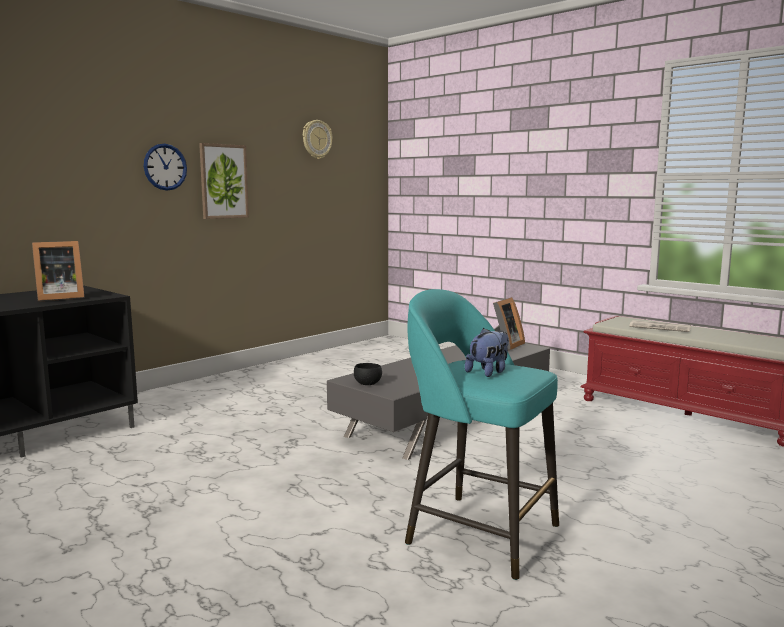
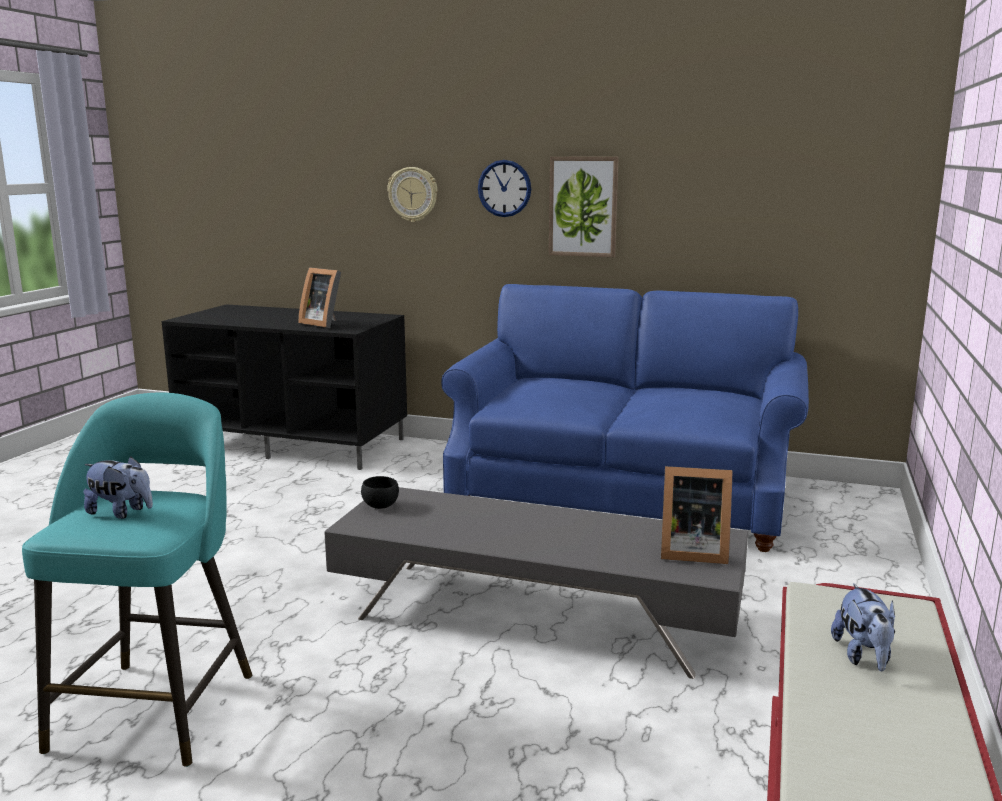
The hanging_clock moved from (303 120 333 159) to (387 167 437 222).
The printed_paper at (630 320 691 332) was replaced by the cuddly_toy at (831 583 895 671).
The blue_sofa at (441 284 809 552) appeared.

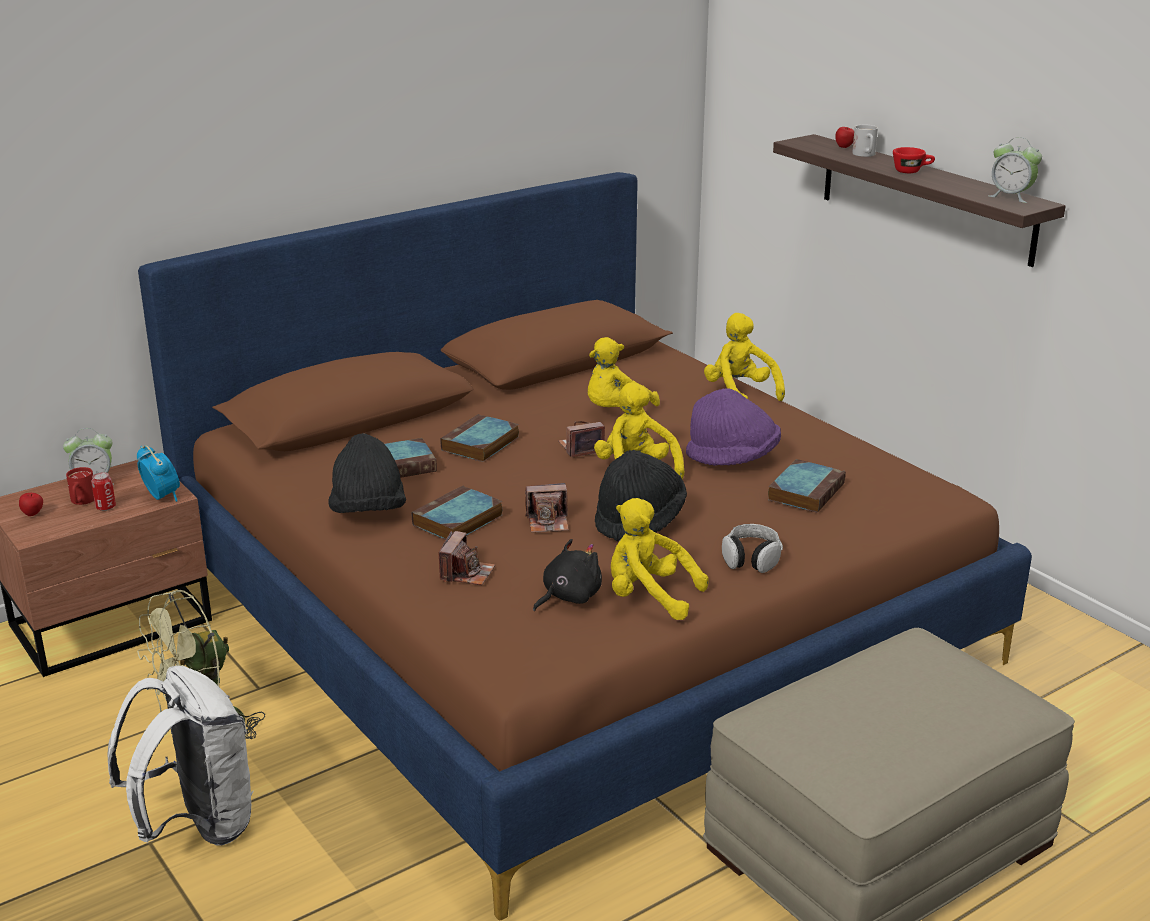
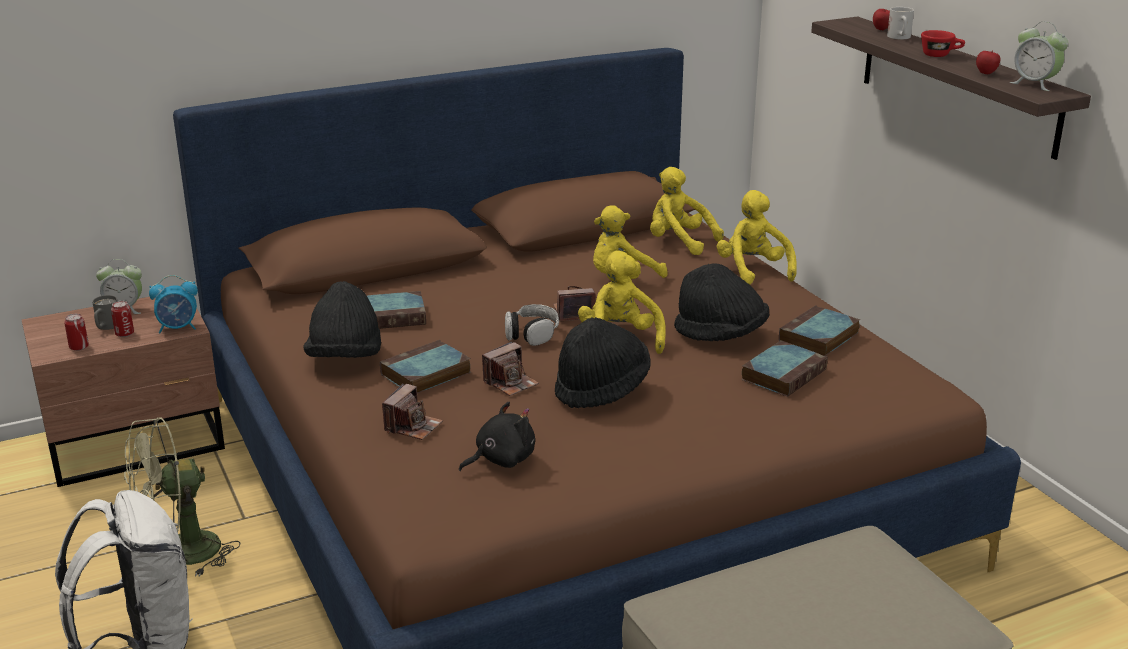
The whole_apple moved from (19 493 43 516) to (976 50 1000 75).
The red_tea_mug at (66 467 94 505) became the gray_tea_mug at (92 295 117 330).
The alarm_clock at (137 445 180 502) turned 105 degrees clockwise.
The bound_book moved from (440 414 519 462) to (779 305 860 356).
The still_camera at (525 483 569 533) turned 45 degrees counterclockwise.
The yellow-coloured_cuddly_toy moved from (611 498 708 620) to (650 167 724 255).
The purplish_clothing_hat at (686 388 781 466) became the black-coloured_clothing_hat at (674 263 769 341).
The headset moved from (722 524 783 573) to (505 304 559 346).
The can at (64 314 89 351) appeared.

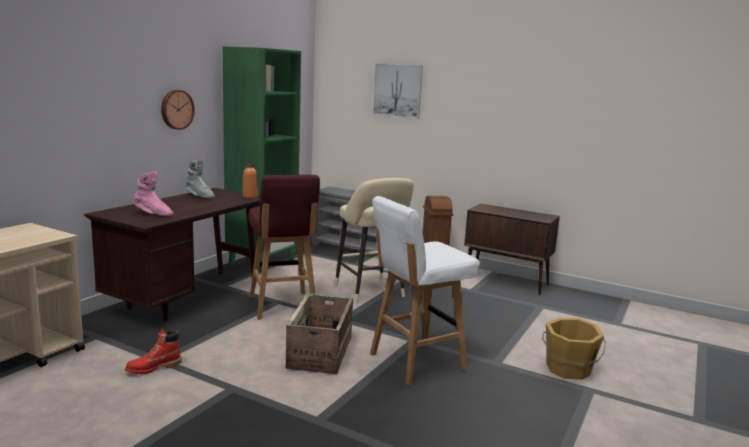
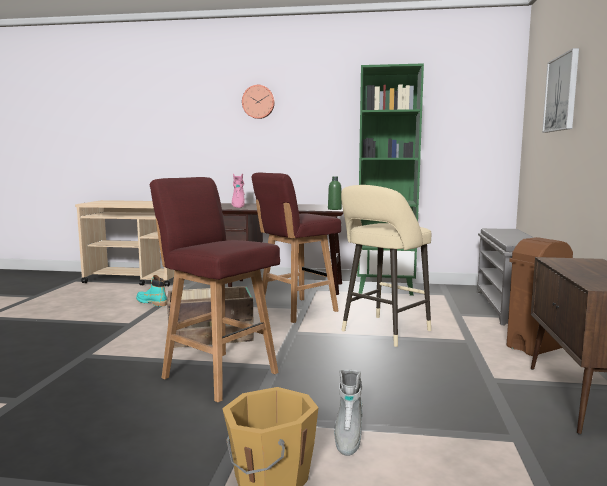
The red_tall_boot at (125 328 182 374) became the turquoise_tall_boot at (136 275 167 306).
The hanging_clock moved from (161 90 195 130) to (242 85 275 119).
The gray_tall_boot moved from (185 159 215 199) to (334 370 363 456).
The orange_beverage_bottle at (243 163 258 198) became the green_beverage_bottle at (328 177 342 210).
The white-coloured_stool_seat at (370 196 480 386) became the red_stool_seat at (150 177 280 402).

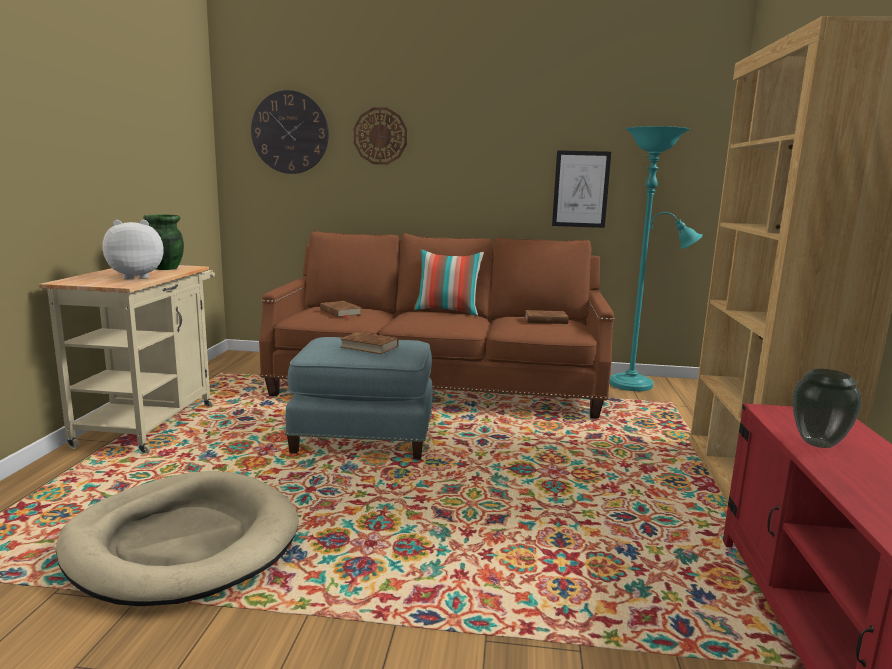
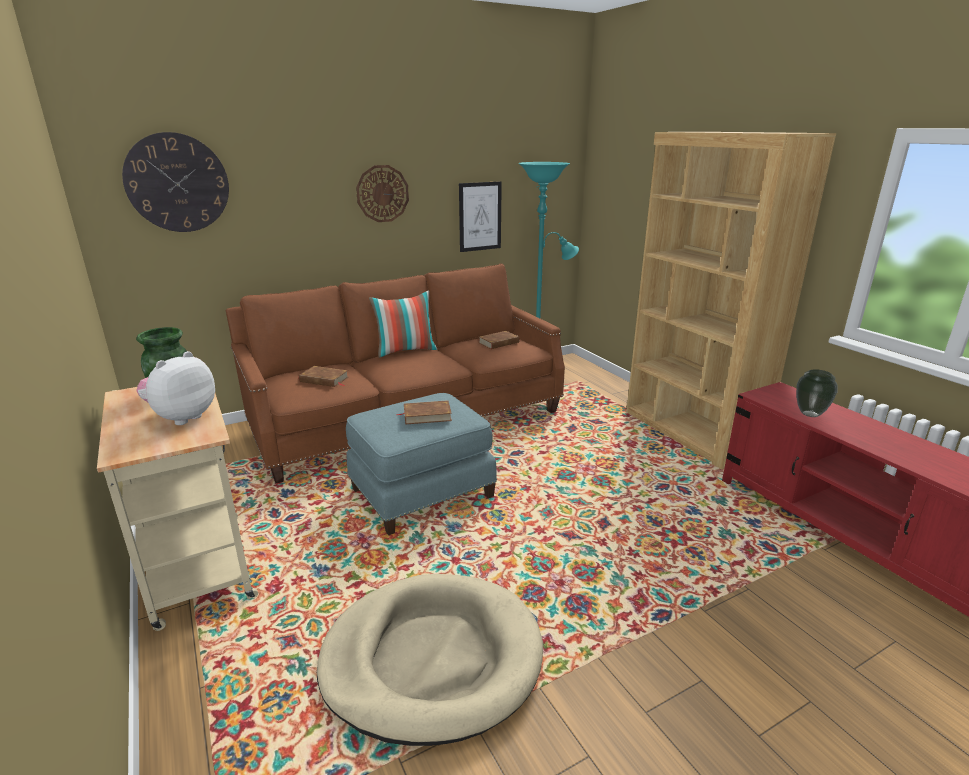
The hanging_clock moved from (354 107 407 165) to (356 165 409 222).

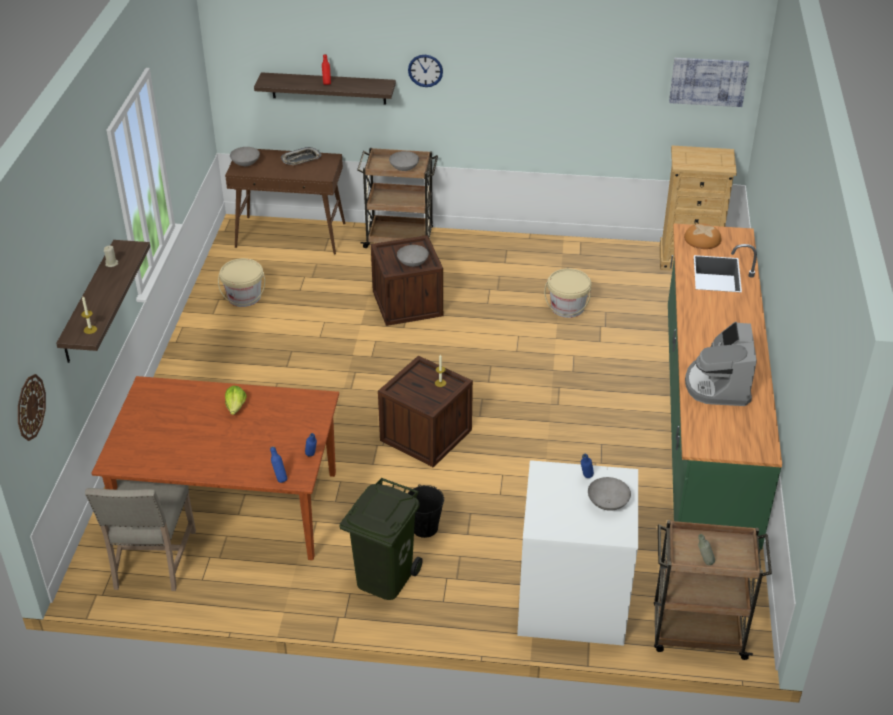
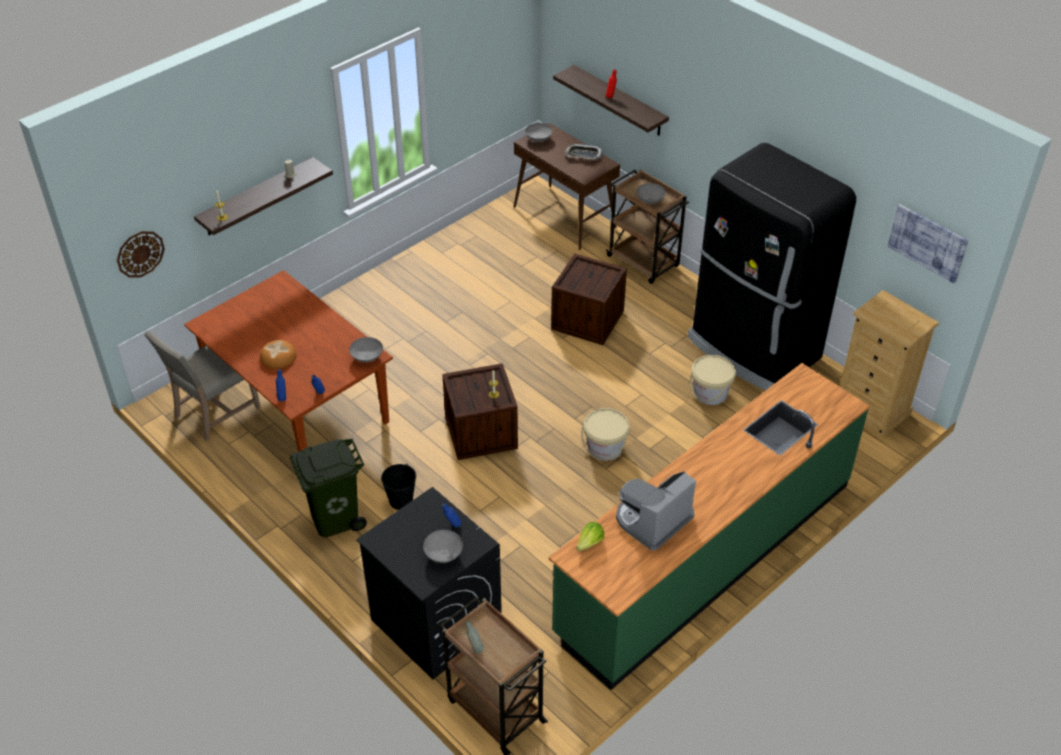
The sand-coloured_pail moved from (218 258 265 307) to (581 408 630 461).
The lettuce moved from (225 386 247 415) to (576 522 604 551).
The gray_bowl moved from (397 245 429 267) to (349 337 383 362).
The hanging_clock at (408 55 443 87) disappeared.
The white-coloured_laundry_appliance at (517 460 638 646) became the black-coloured_laundry_appliance at (356 487 502 680).
The bread moved from (684 223 721 249) to (260 340 297 369).
The black-coloured_fridge at (688 143 856 390) appeared.

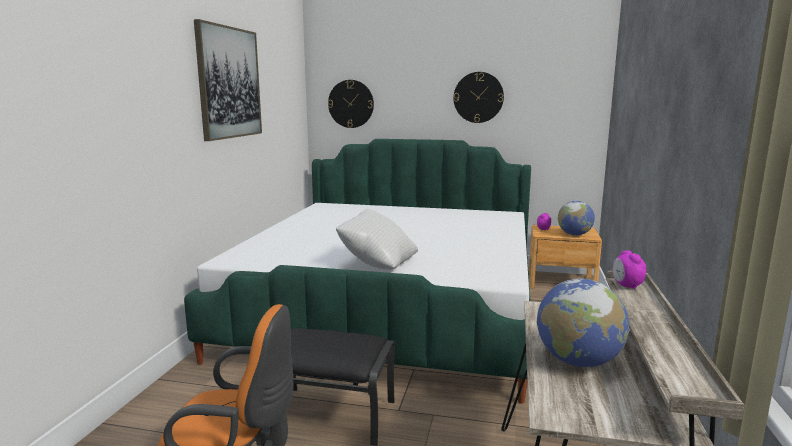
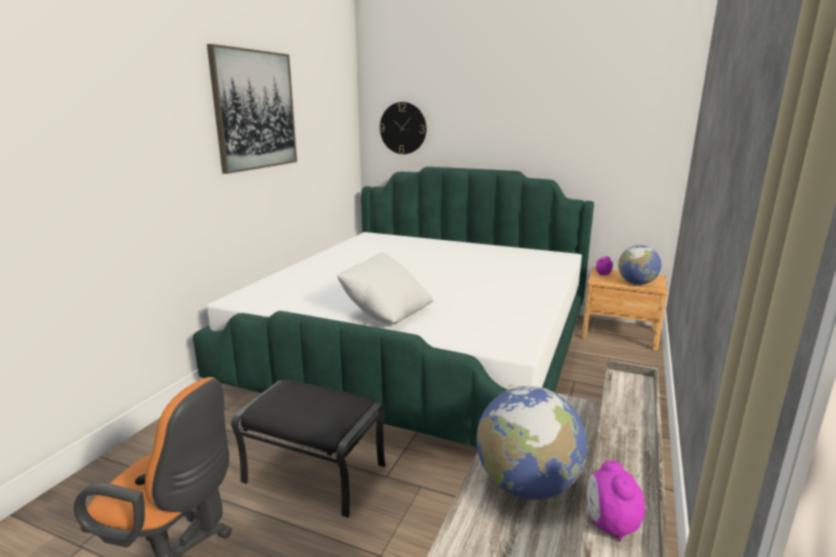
The hanging_clock at (453 72 504 123) disappeared.
The alarm_clock moved from (613 251 646 290) to (587 461 645 541).

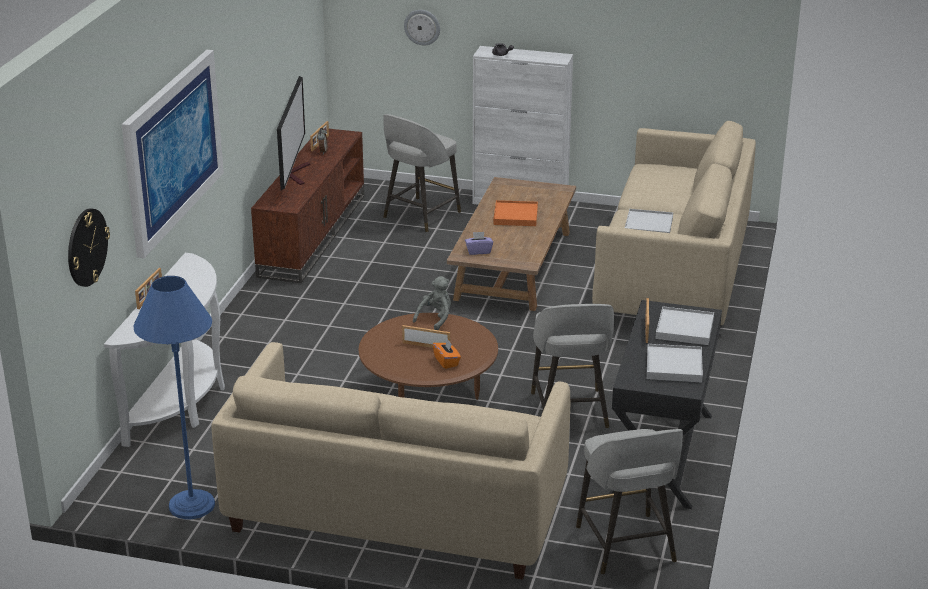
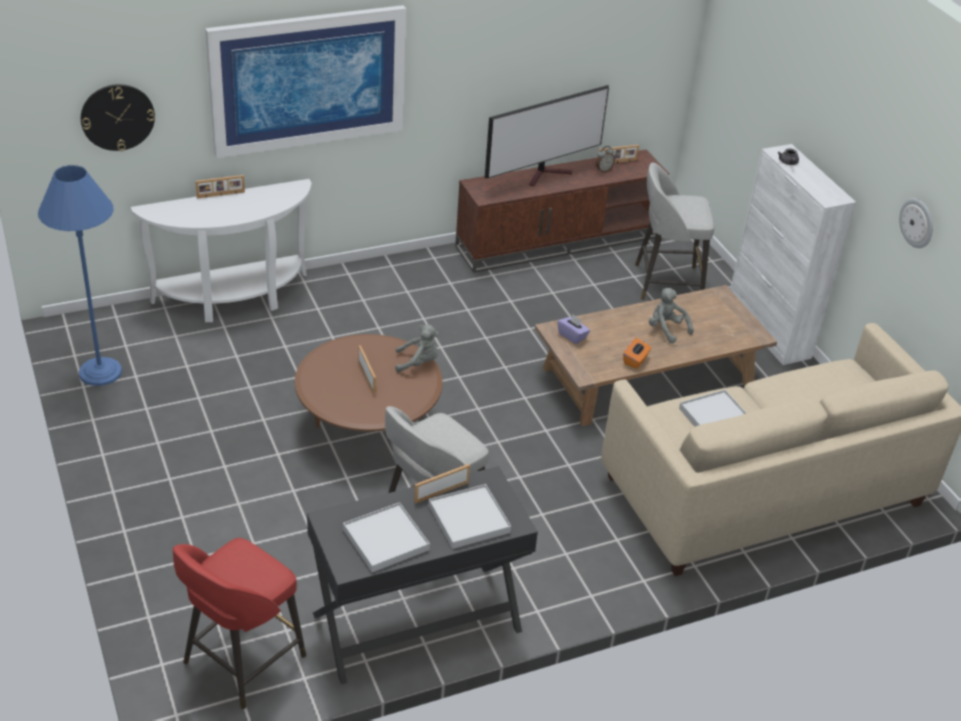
The sand-coloured_sofa at (211 342 570 580) disappeared.
The hanging_clock moved from (404 10 440 45) to (899 198 933 248).
The orange_tissue_box moved from (433 339 461 369) to (623 338 651 369).
The orange_serving_tray at (493 200 538 226) was replaced by the gray_cuddly_toy at (649 288 694 344).
The gray_stool_seat at (576 429 683 575) became the red_stool_seat at (173 538 306 709).

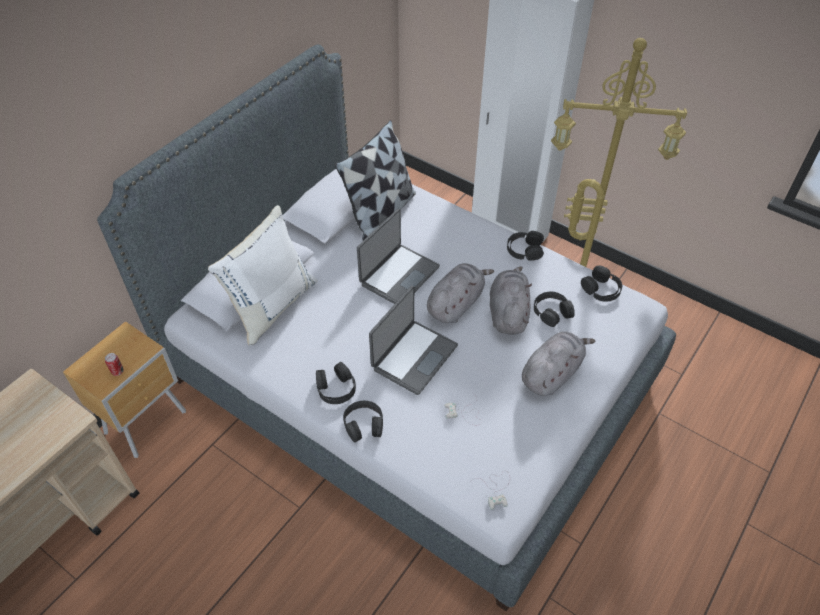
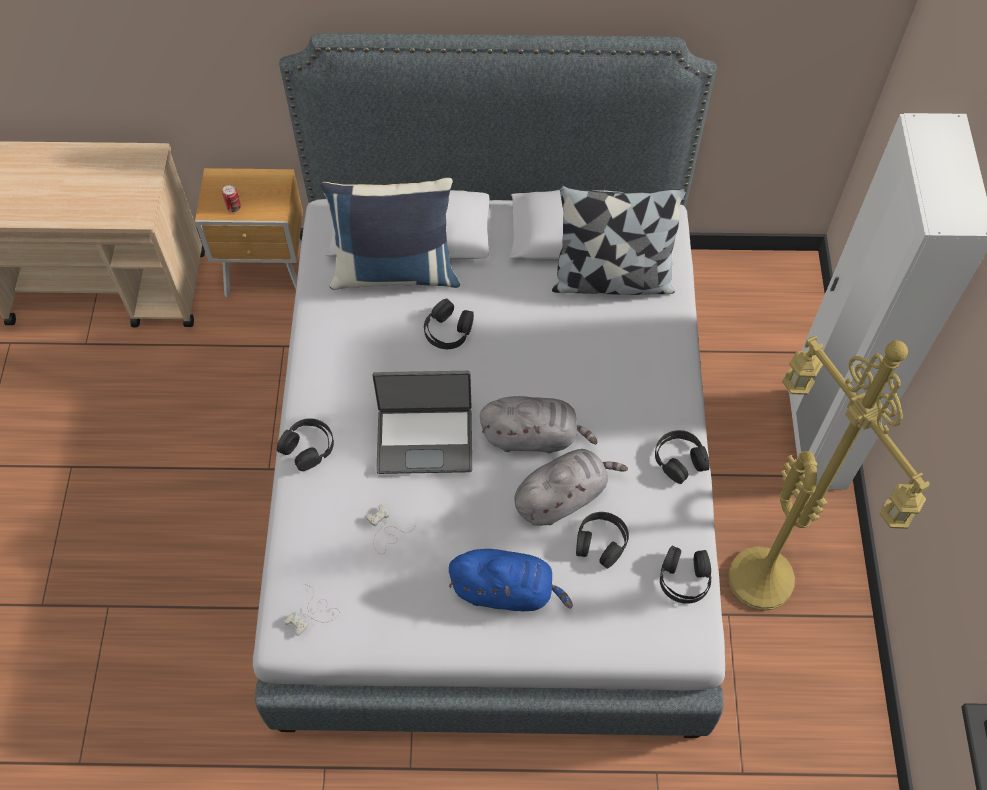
The white-coloured_pillow at (208 205 317 346) became the blue_pillow at (321 178 460 290).
The black-coloured_headset moved from (316 362 356 404) to (424 299 474 349).
The laptop at (357 209 440 304) disappeared.
The gray_cuddly_toy at (522 332 596 396) became the blue_cuddly_toy at (449 549 573 611).

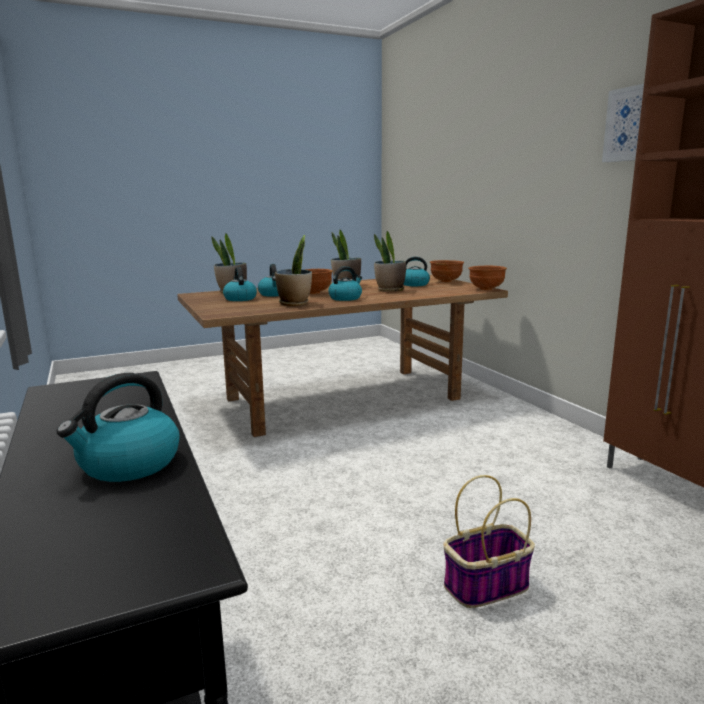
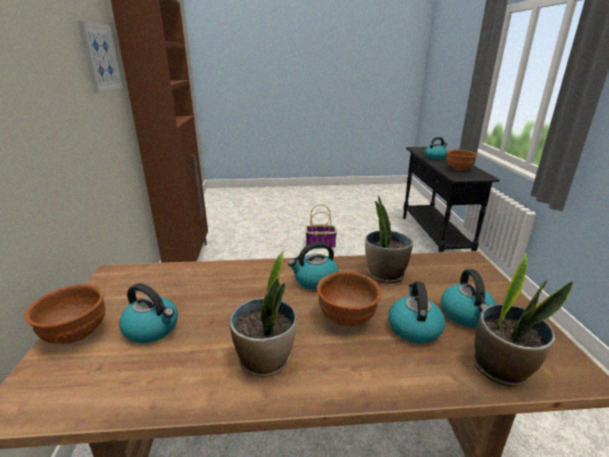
The plant_in_a_pot at (374 231 406 292) disappeared.
The brown-coloured_bowl moved from (468 266 507 290) to (447 150 478 171).

